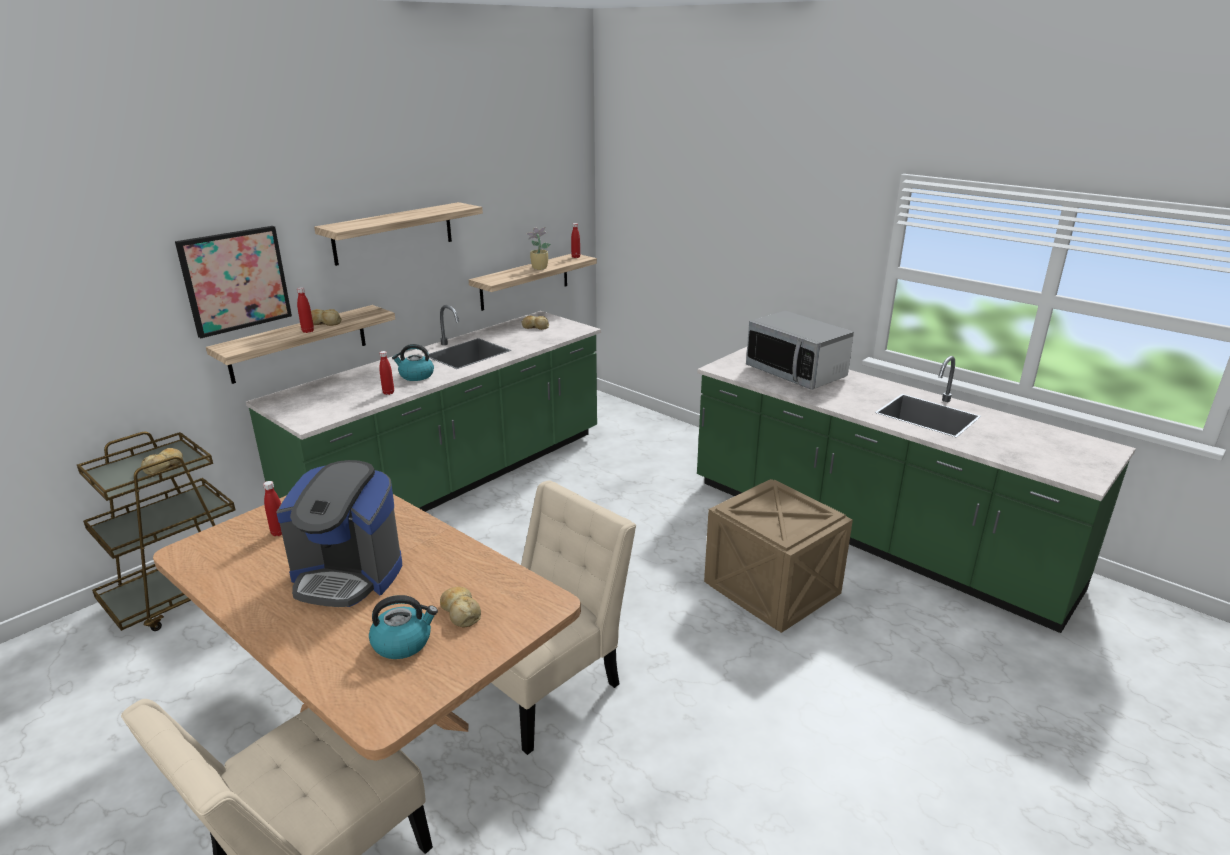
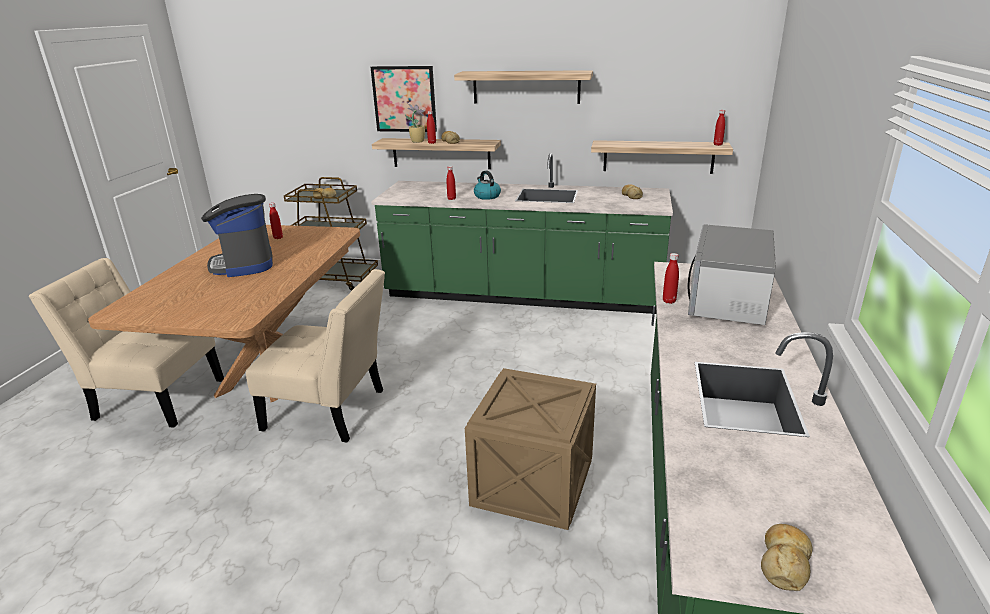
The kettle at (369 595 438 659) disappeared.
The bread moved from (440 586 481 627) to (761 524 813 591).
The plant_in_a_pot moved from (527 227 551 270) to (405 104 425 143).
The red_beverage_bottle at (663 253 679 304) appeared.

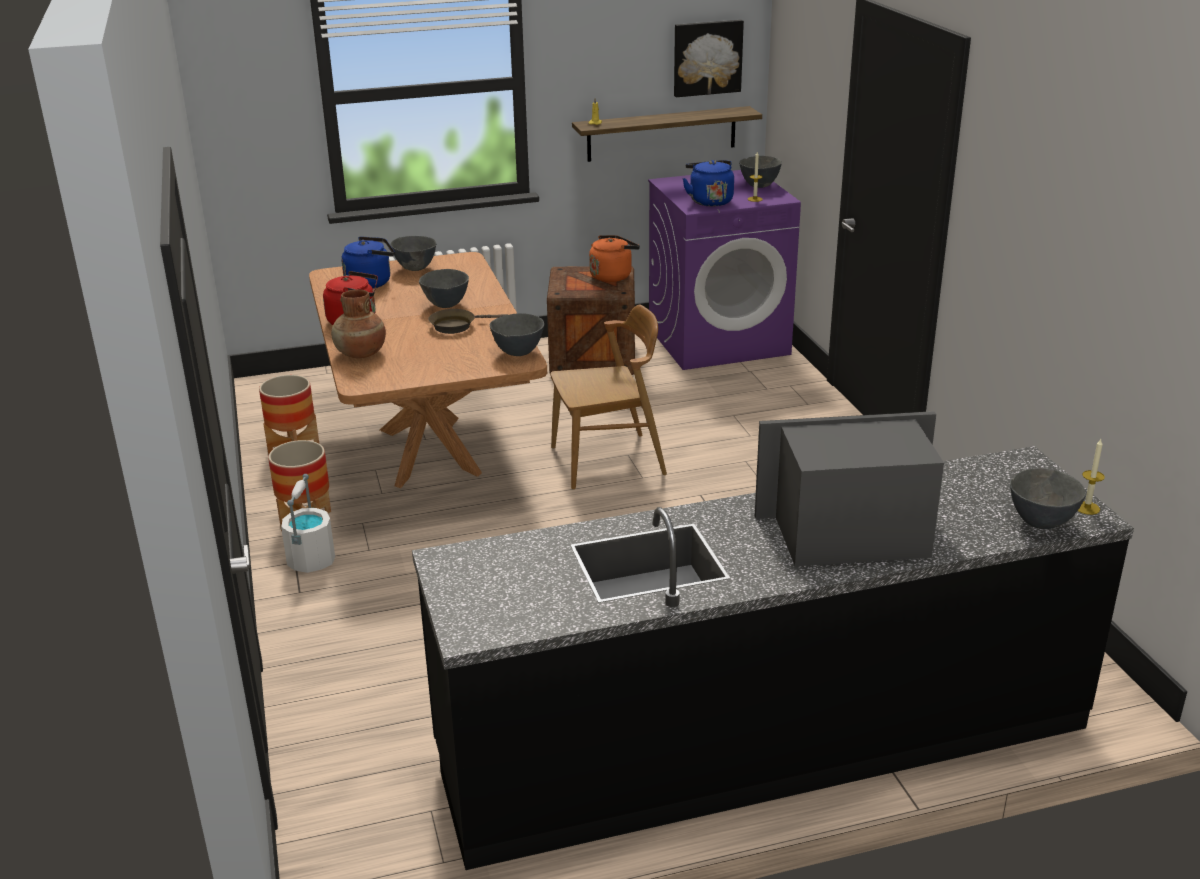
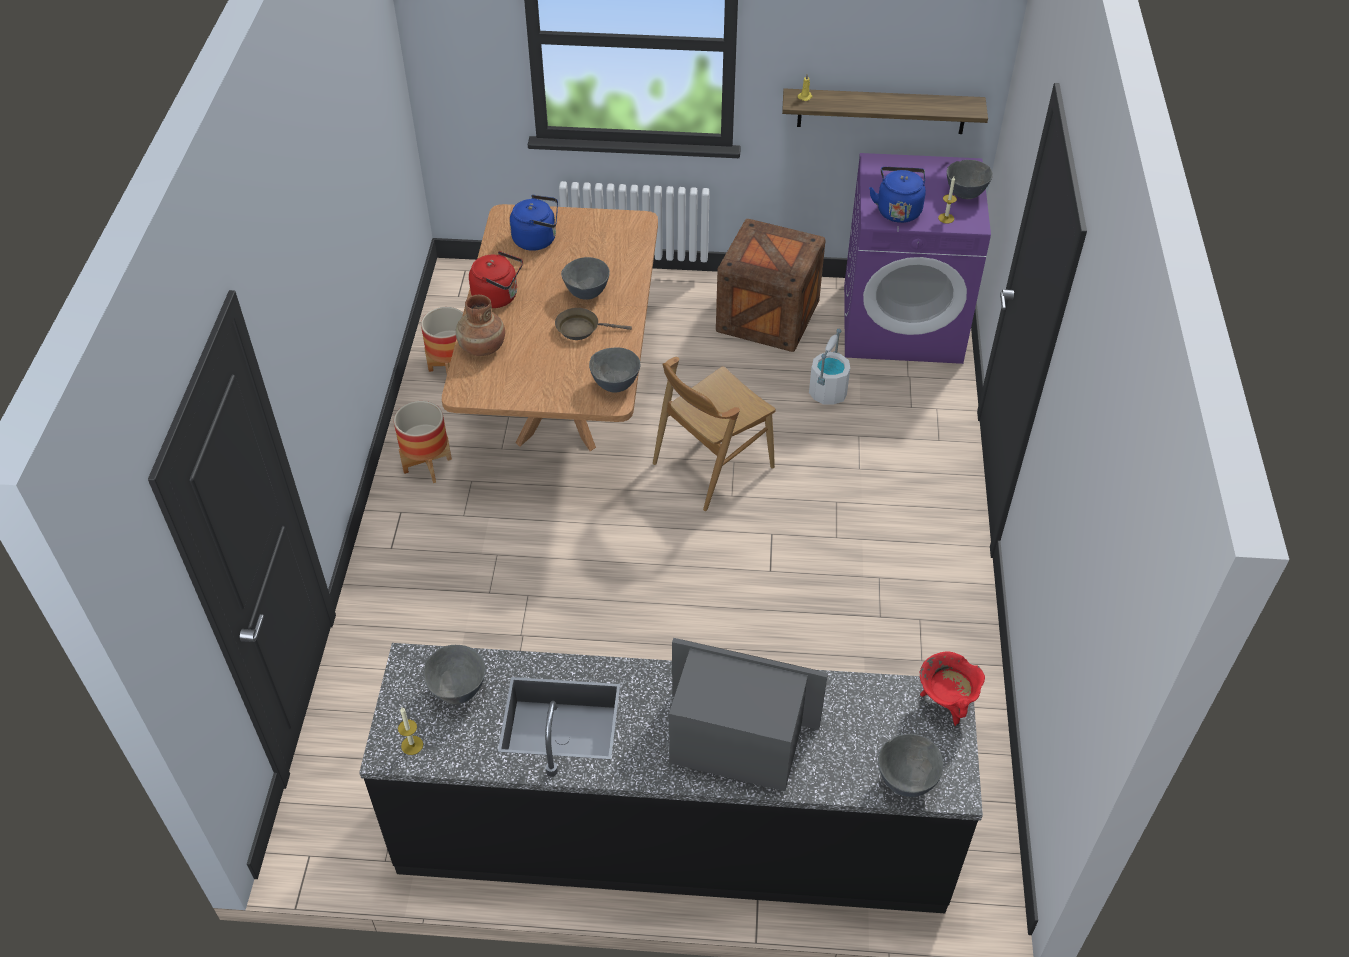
The white-coloured_pail moved from (281 474 335 573) to (809 329 850 405).
The gray_bowl moved from (391 236 437 271) to (424 645 486 704).
The brown-coloured_upright_chair at (550 305 667 490) turned 135 degrees clockwise.
The orange_kettle at (589 235 640 282) disappeared.
The wall_picture at (674 20 744 97) disappeared.
The wax_light moved from (1078 439 1105 515) to (398 708 423 755).
The red_stockpot at (920 651 985 726) appeared.

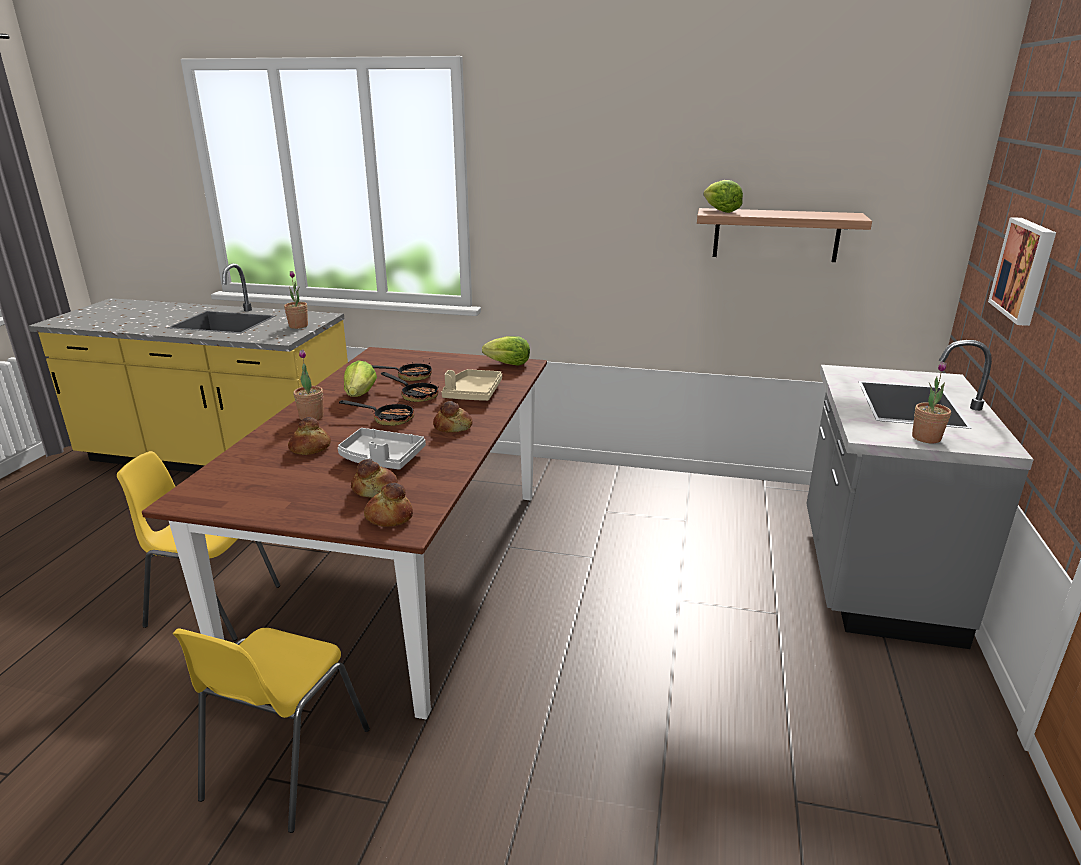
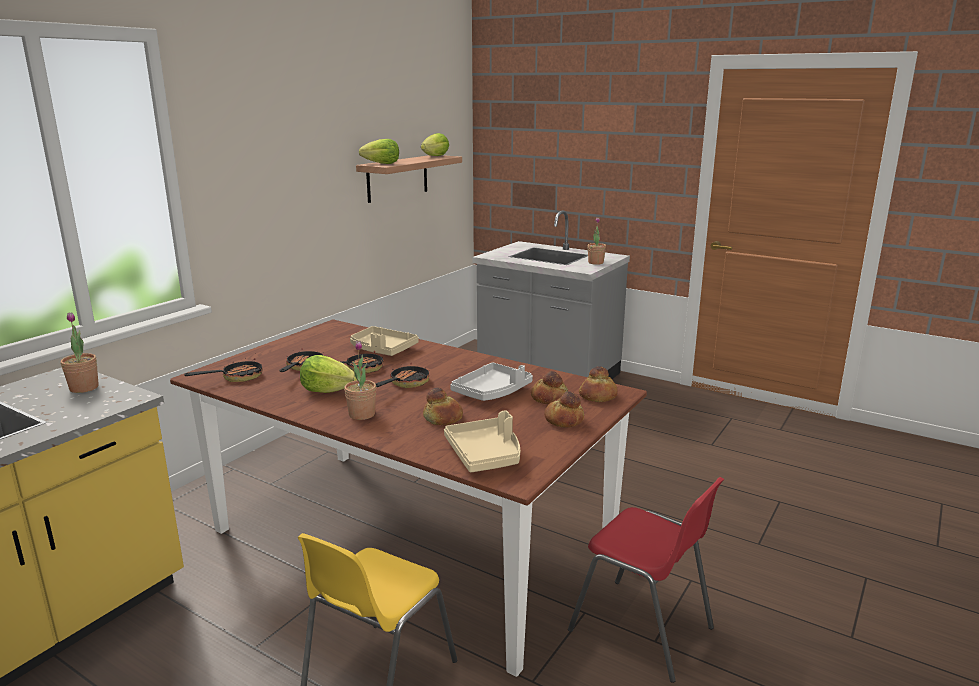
The yellow-coloured_upright_chair at (173 628 370 833) became the red_upright_chair at (568 477 724 683).
The bread moved from (433 401 472 433) to (544 391 584 428).
The lettuce moved from (482 336 530 366) to (421 133 449 156).
The wall_picture at (988 217 1056 326) disappeared.
The frying_pan at (184 358 263 382) appeared.
The sand-coloured_serving_tray at (444 410 520 472) appeared.

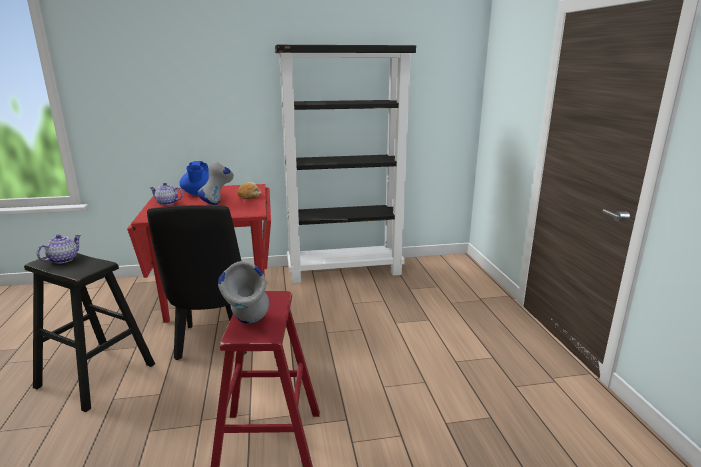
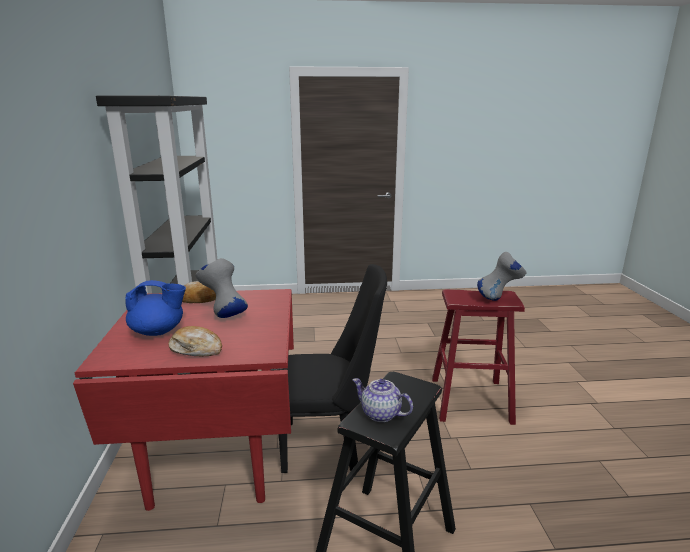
The tea_pot at (150 183 183 205) was replaced by the bread at (169 326 222 357).

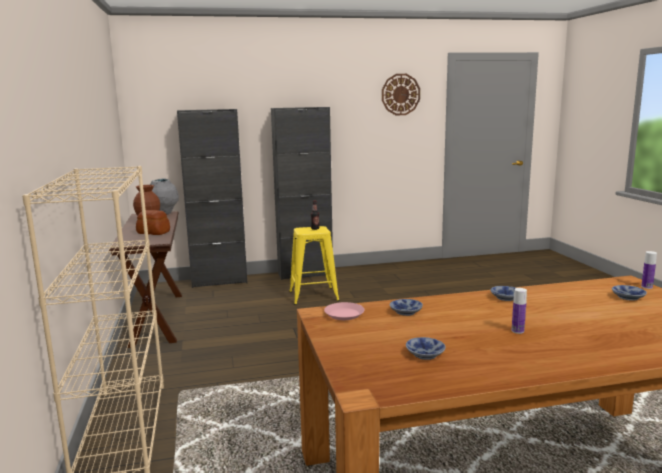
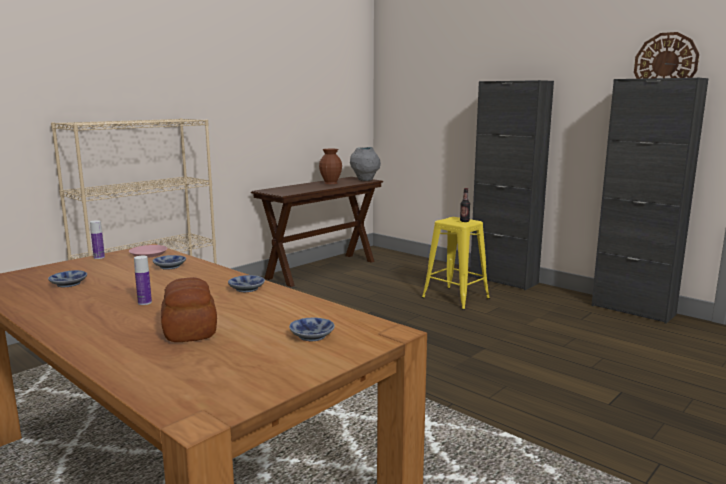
The bread moved from (136 210 170 235) to (161 277 217 342).
The black-coloured_cupboard moved from (177 109 247 288) to (591 78 709 324).
The beverage_bottle moved from (641 251 657 289) to (90 220 105 259).

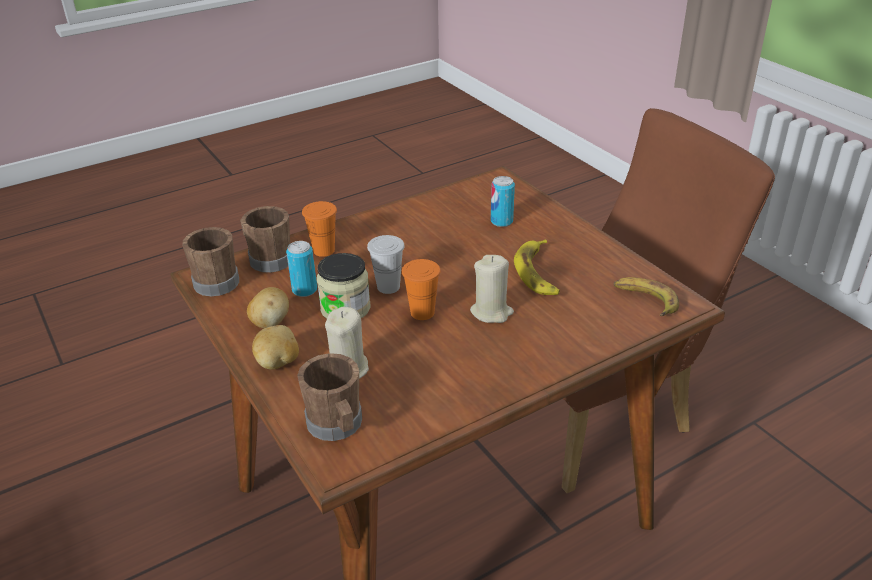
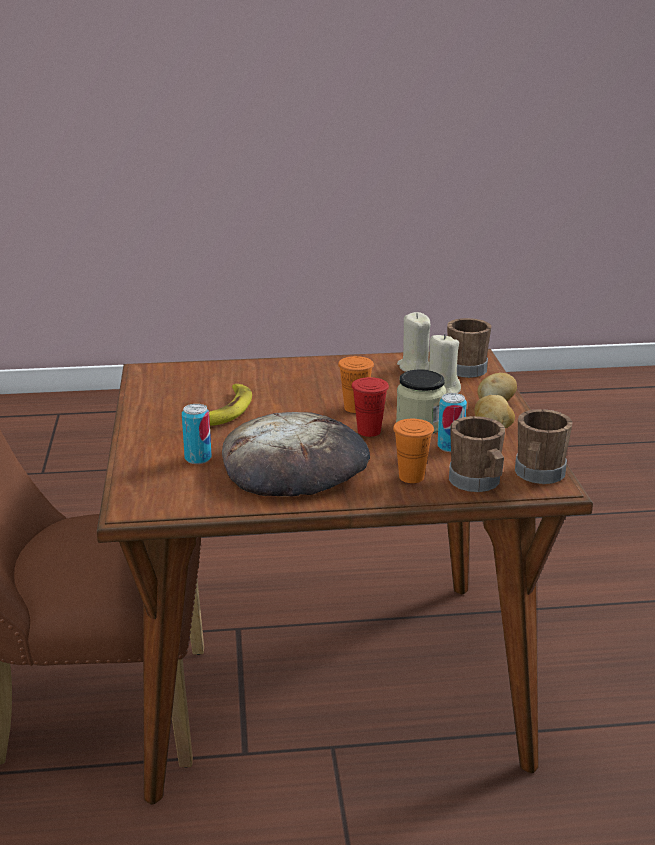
The white-coloured_cup at (367 235 405 294) became the red_cup at (351 377 389 437).
The sand-coloured_wax_light moved from (470 255 514 323) to (397 312 431 372).
The whole_banana at (614 277 679 316) disappeared.
The bread at (222 412 370 497) appeared.

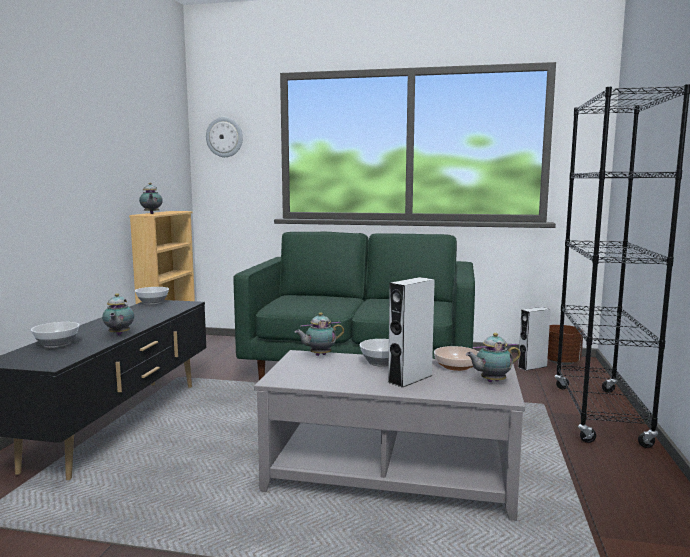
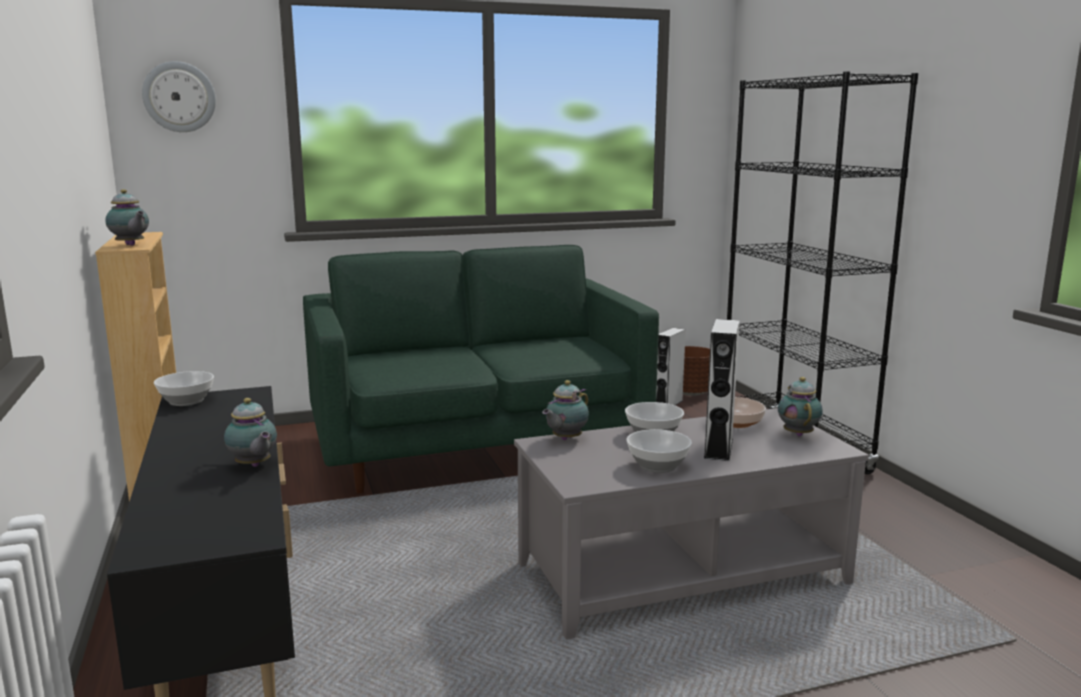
The bowl moved from (31 322 79 348) to (626 429 692 473).
The tea_pot at (466 333 521 382) turned 135 degrees clockwise.

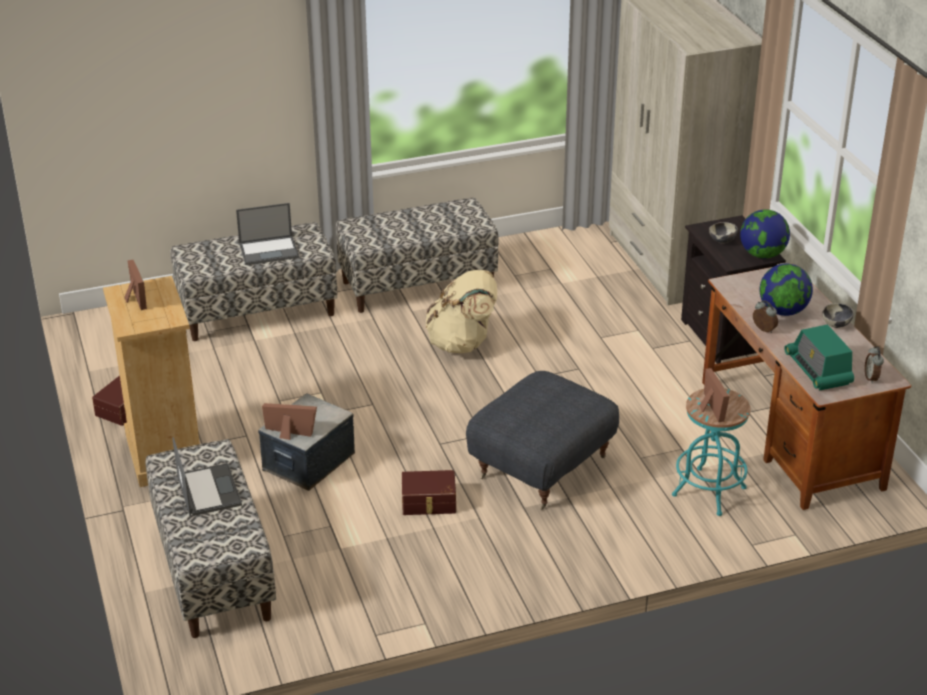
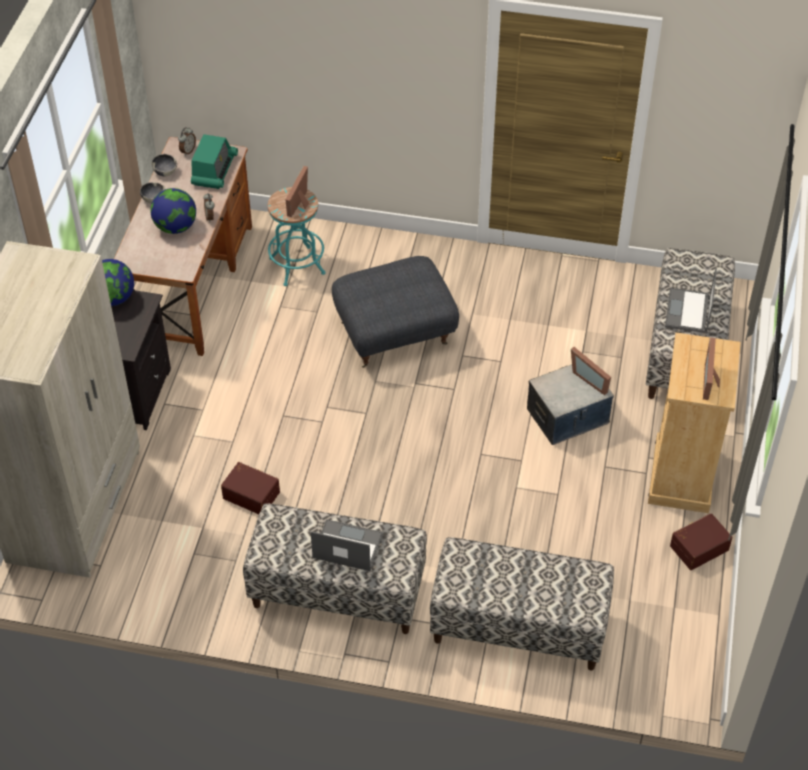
The laptop moved from (236 203 299 265) to (311 519 383 571).
The brown-coloured_storage_bin moved from (402 470 456 515) to (221 462 280 514).
The sand-coloured_rucksack at (426 270 497 353) disappeared.
The bowl moved from (709 222 738 244) to (152 154 177 176).

